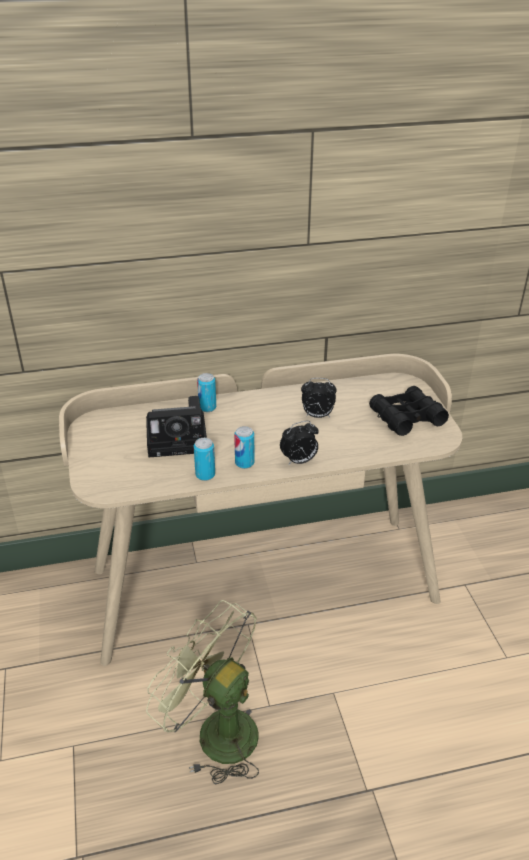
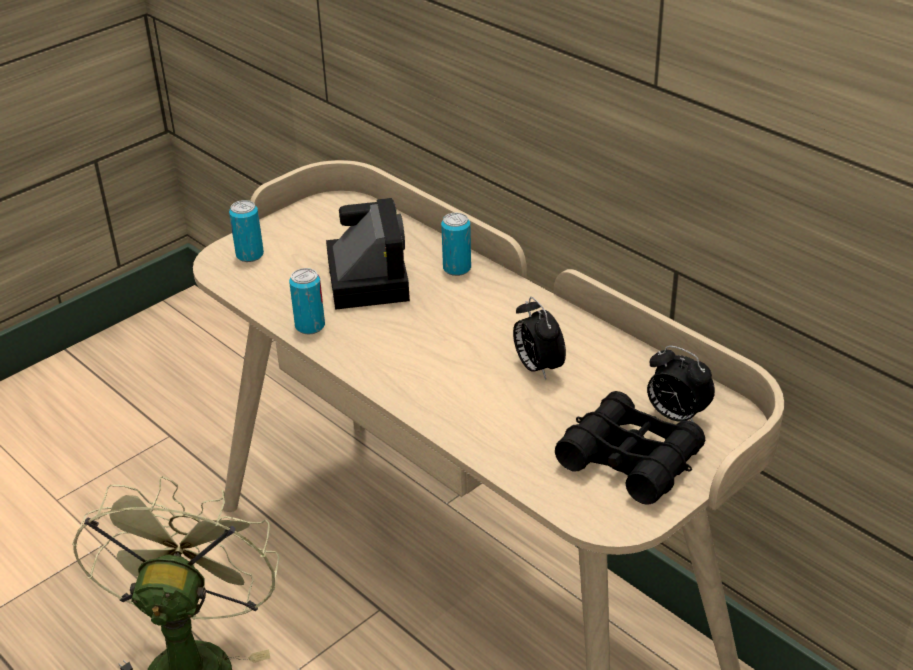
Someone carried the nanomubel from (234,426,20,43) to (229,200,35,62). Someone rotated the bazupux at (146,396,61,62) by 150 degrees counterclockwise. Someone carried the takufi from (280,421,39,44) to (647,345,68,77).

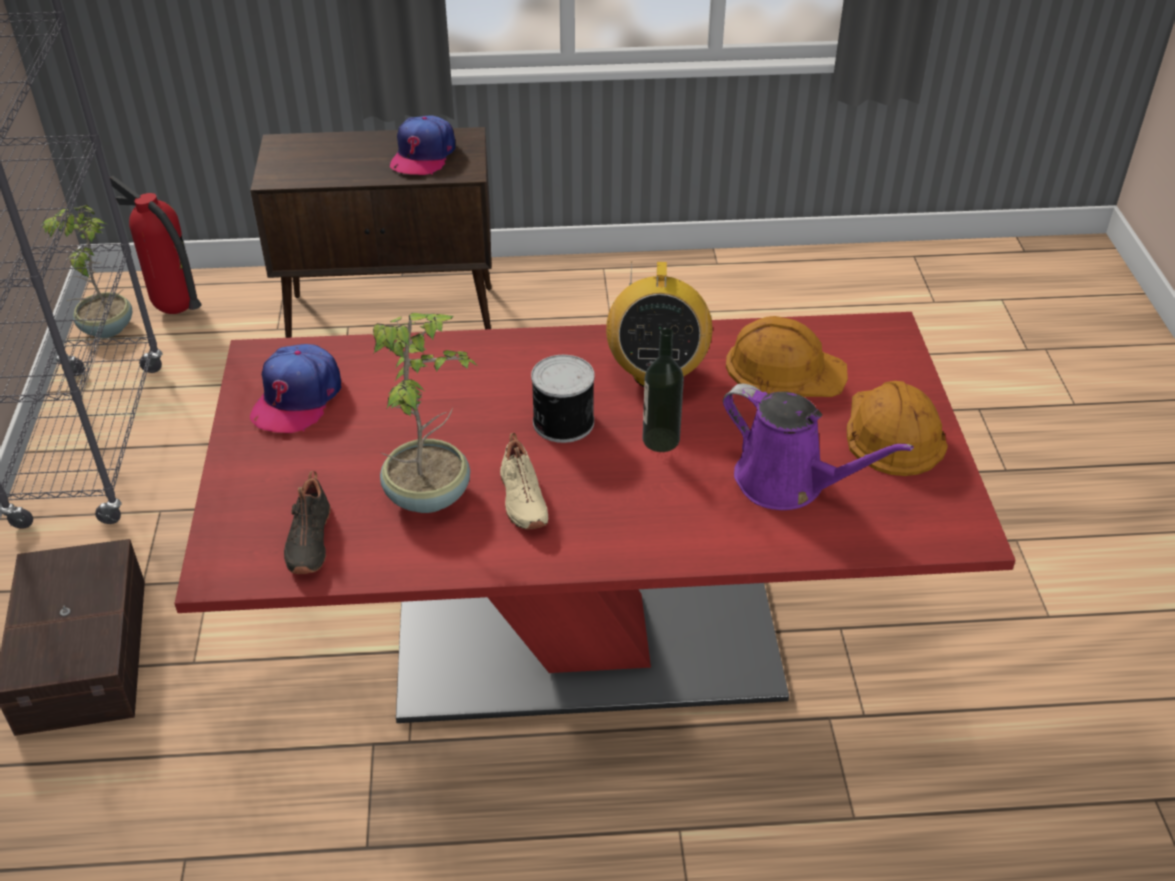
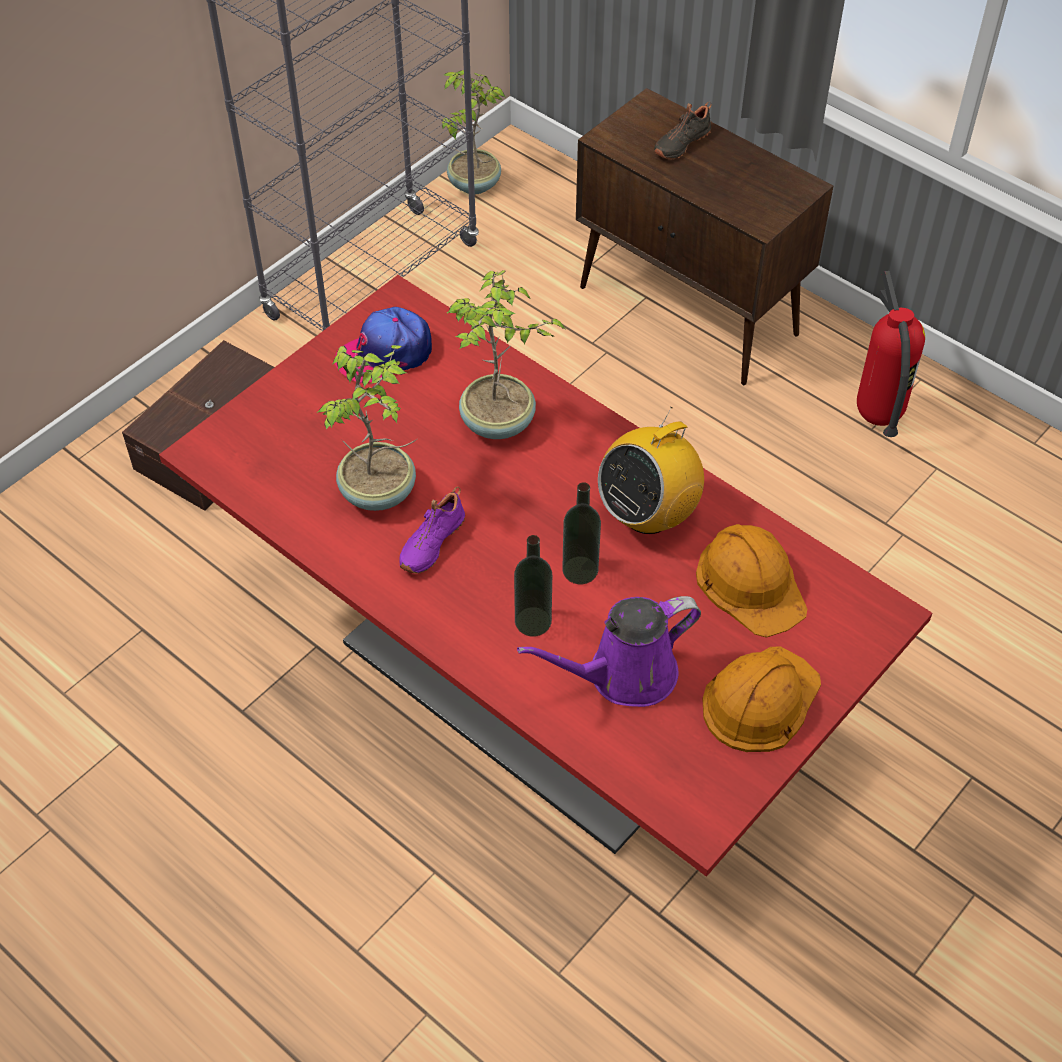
Someone repainted the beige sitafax at (500,433,48,96), which became the purple sitafax at (399,486,66,88). Someone put down the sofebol at (447,270,118,169). Someone put down the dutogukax at (514,535,38,102). Someone rotated the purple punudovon at (723,384,191,126) by 75 degrees clockwise. Someone carried the black sitafax from (284,471,47,103) to (654,102,57,58). Someone carried the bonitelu from (110,176,92,138) to (857,271,68,166). Someone took away the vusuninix at (390,115,65,60). Someone took away the nanomubel at (531,355,64,88).

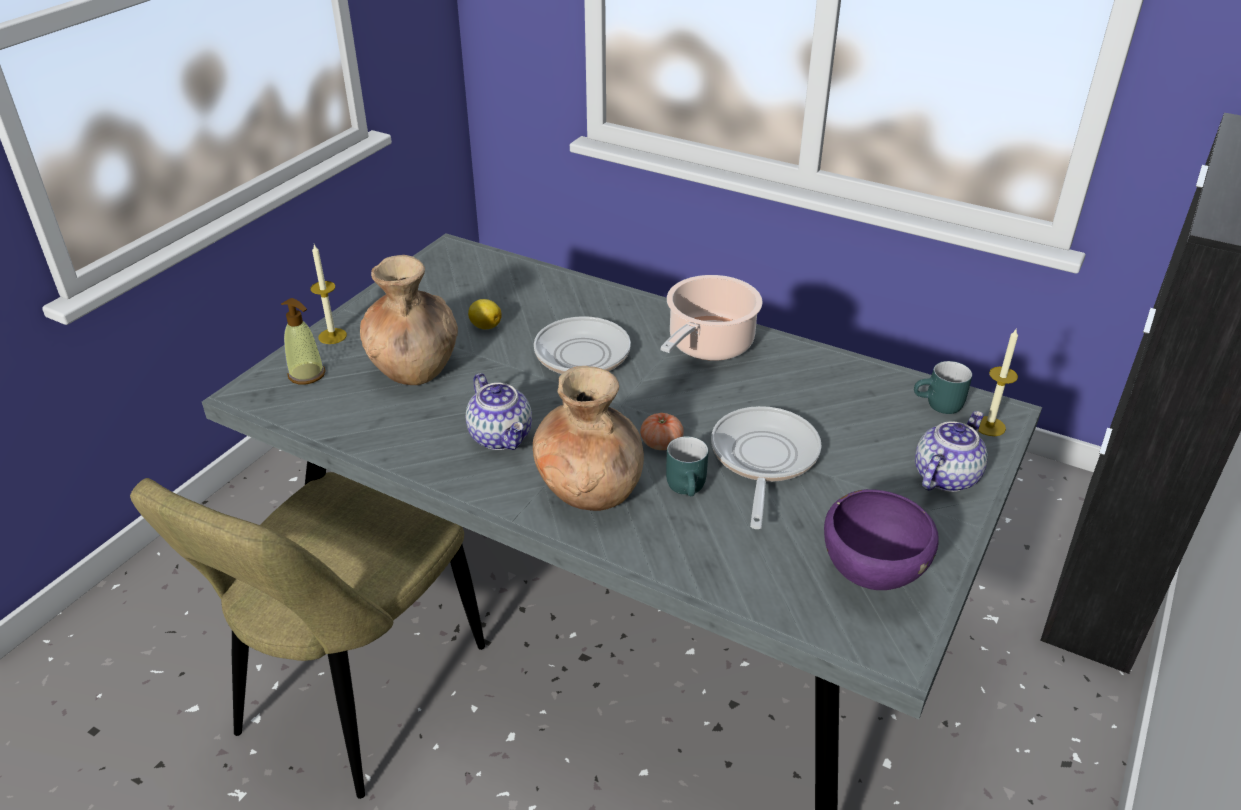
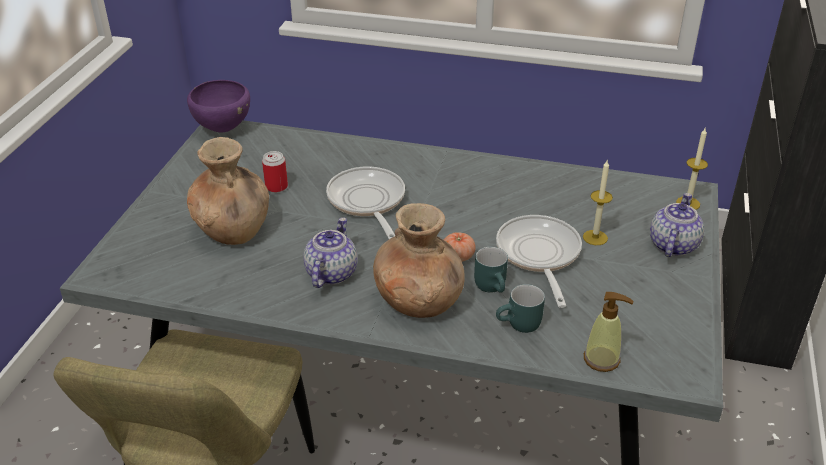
Someone carried the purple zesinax from (824,489,115,101) to (187,80,63,53). Someone swapped the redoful at (468,299,34,30) for the nanomubel at (262,151,26,42). Someone rotated the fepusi at (466,373,66,77) by 120 degrees counterclockwise. Someone carried the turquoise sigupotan from (914,361,58,53) to (496,284,49,49). Someone carried the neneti from (310,244,37,100) to (583,161,30,84). Someone carried the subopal from (281,298,45,86) to (584,292,49,80). Someone took away the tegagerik at (661,275,102,86).

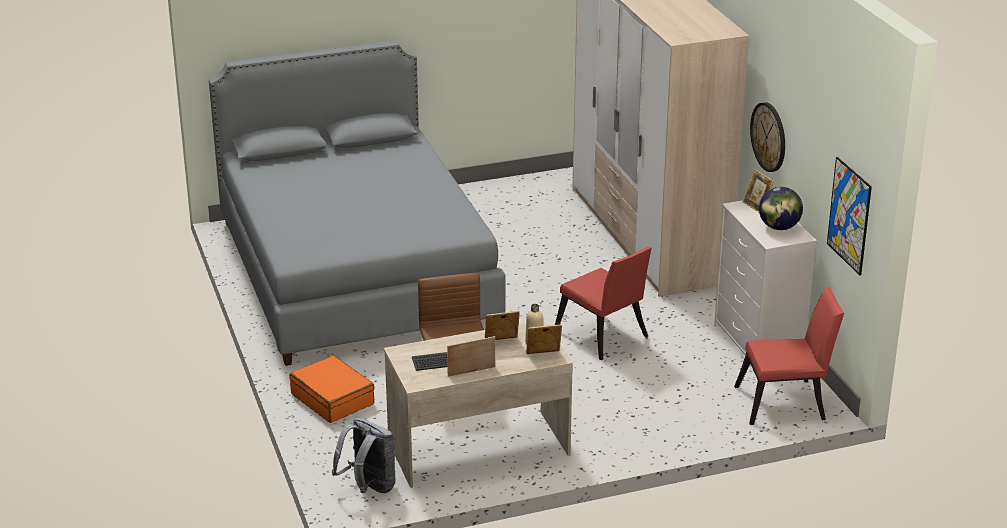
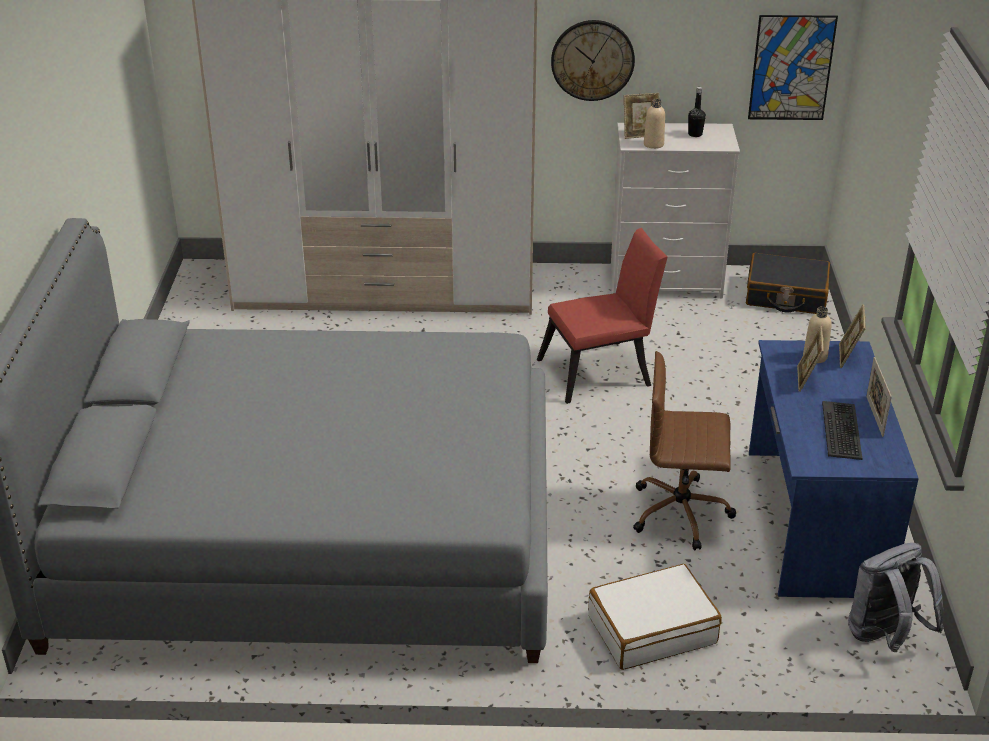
Someone repainted the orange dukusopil at (289,355,86,68), which became the white dukusopil at (588,564,134,106). Someone put down the beige dutogukax at (644,99,21,50). Someone swapped the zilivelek at (759,187,44,43) for the black dutogukax at (688,87,18,50). Someone swapped the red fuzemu at (734,287,110,138) for the black dukusopil at (746,253,84,61). Someone repainted the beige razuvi at (384,320,189,168), which became the blue razuvi at (749,340,170,258).

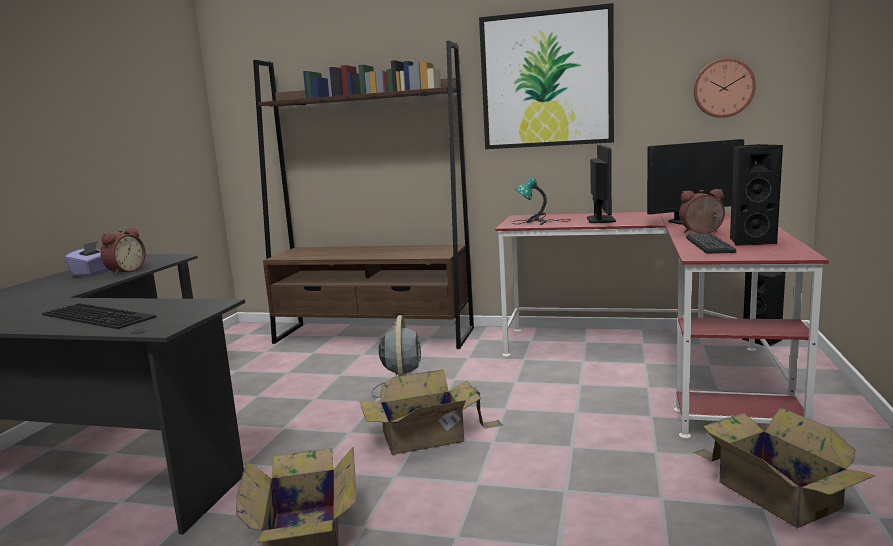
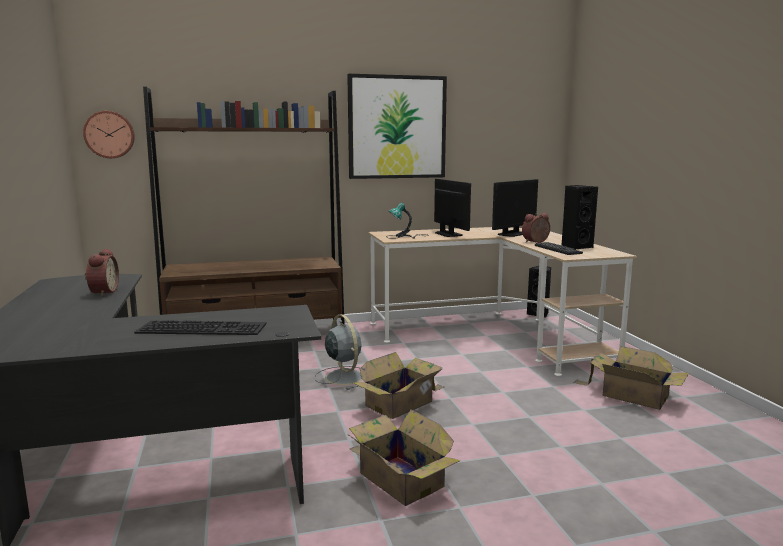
Someone carried the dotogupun from (693,58,63,60) to (83,111,52,47). Someone repainted the red razuvi at (495,212,334,227), which became the beige razuvi at (368,227,269,149). Someone took away the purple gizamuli at (65,241,44,35).

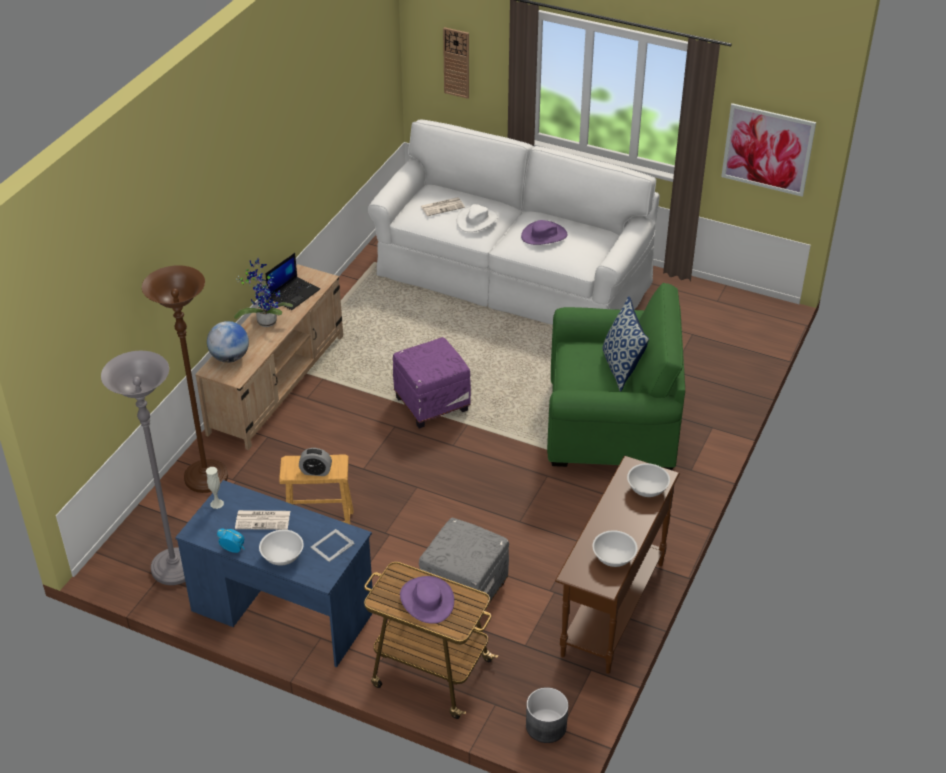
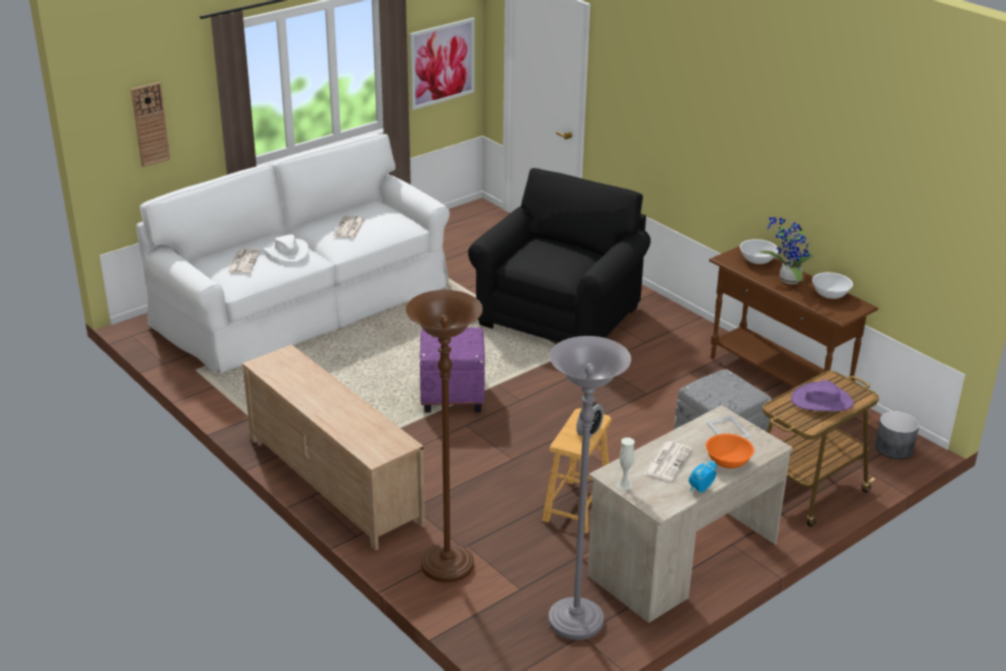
Someone swapped the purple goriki at (521,220,46,25) for the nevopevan at (333,215,32,23). Someone repainted the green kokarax at (547,283,138,187), which became the black kokarax at (468,168,183,175). Someone repainted the blue razuvi at (175,480,198,187), which became the beige razuvi at (587,405,206,218). Someone repainted the white zesinax at (259,530,45,36), which became the orange zesinax at (706,434,48,34). Someone carried the sofebol from (234,259,59,68) to (760,217,53,67). Someone took away the zilivelek at (207,321,42,42). Someone took away the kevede at (266,253,54,57). Someone took away the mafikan at (602,296,47,96).

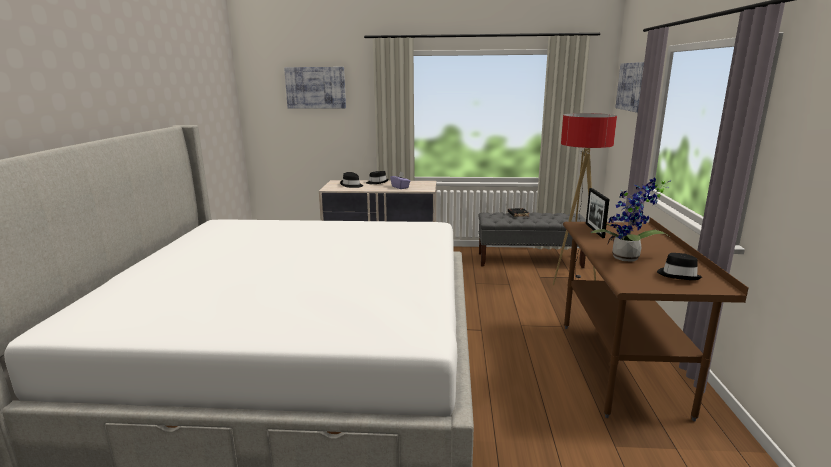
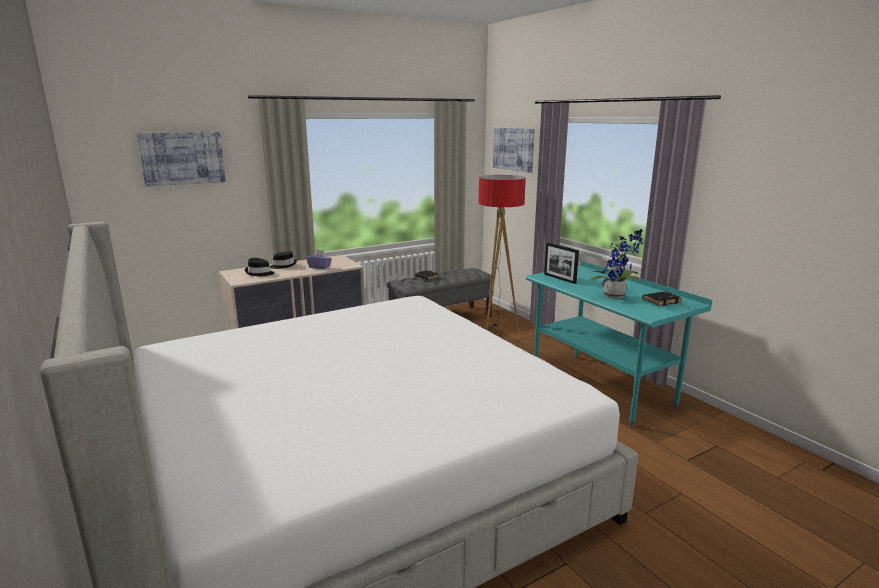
Someone repainted the brown razuvi at (563,217,186,204), which became the turquoise razuvi at (526,261,186,165). Someone swapped the black goriki at (657,253,45,27) for the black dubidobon at (642,291,40,15).

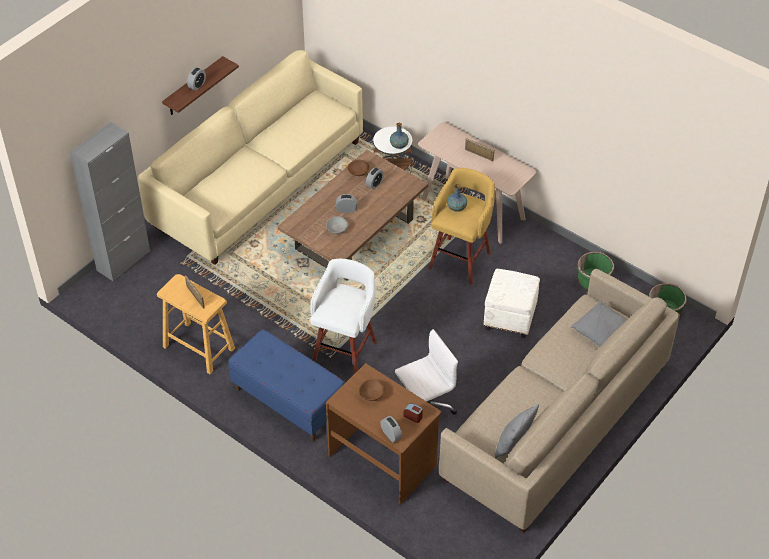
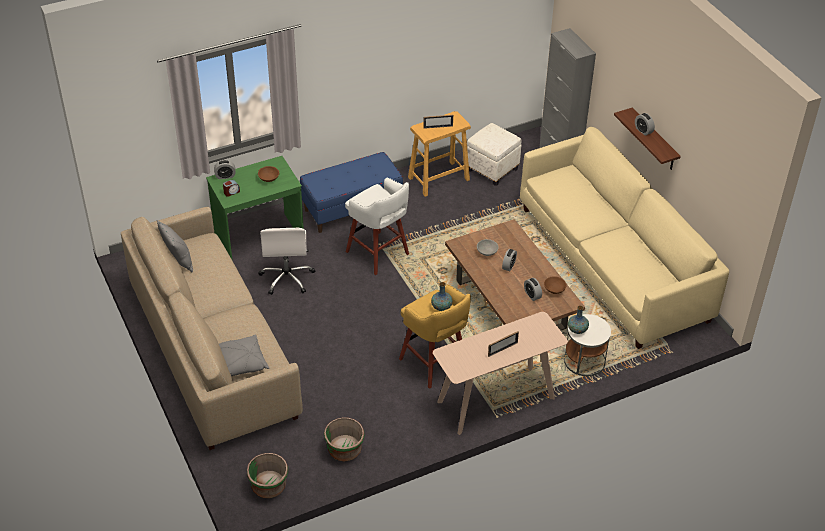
Someone repainted the brown razuvi at (326,363,116,142), which became the green razuvi at (206,156,98,105). Someone carried the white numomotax from (483,269,57,69) to (467,123,55,63).

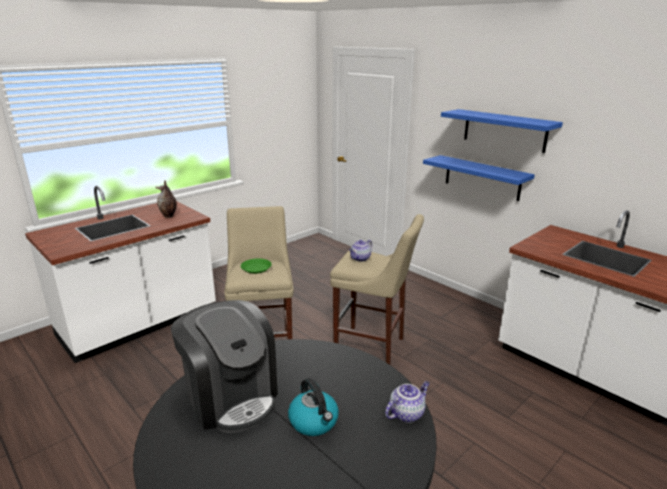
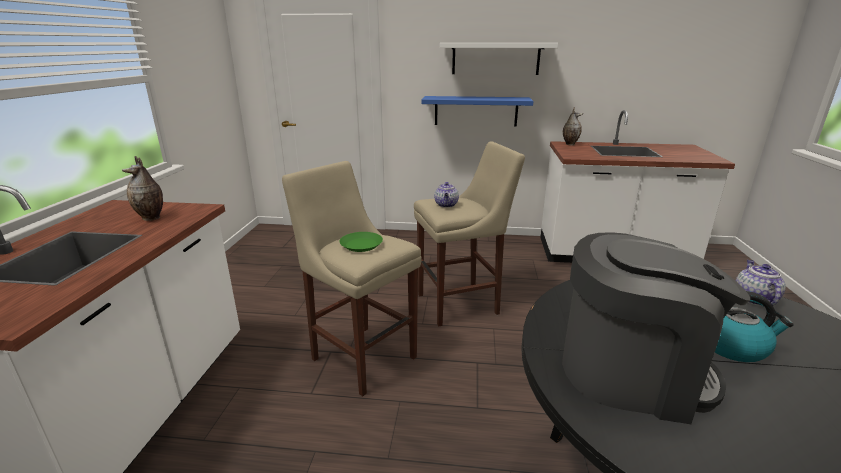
Someone repainted the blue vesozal at (441,109,122,44), which became the white vesozal at (440,43,118,32). Someone put down the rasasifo at (563,107,20,39).

